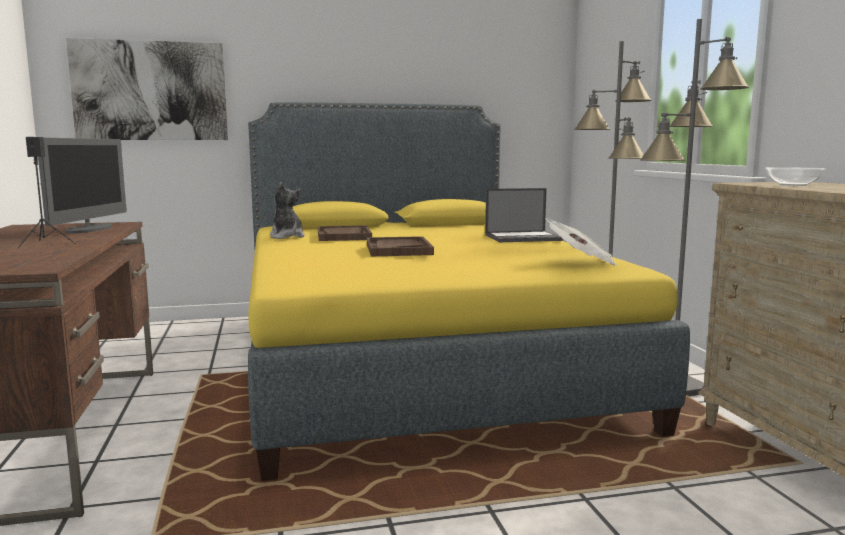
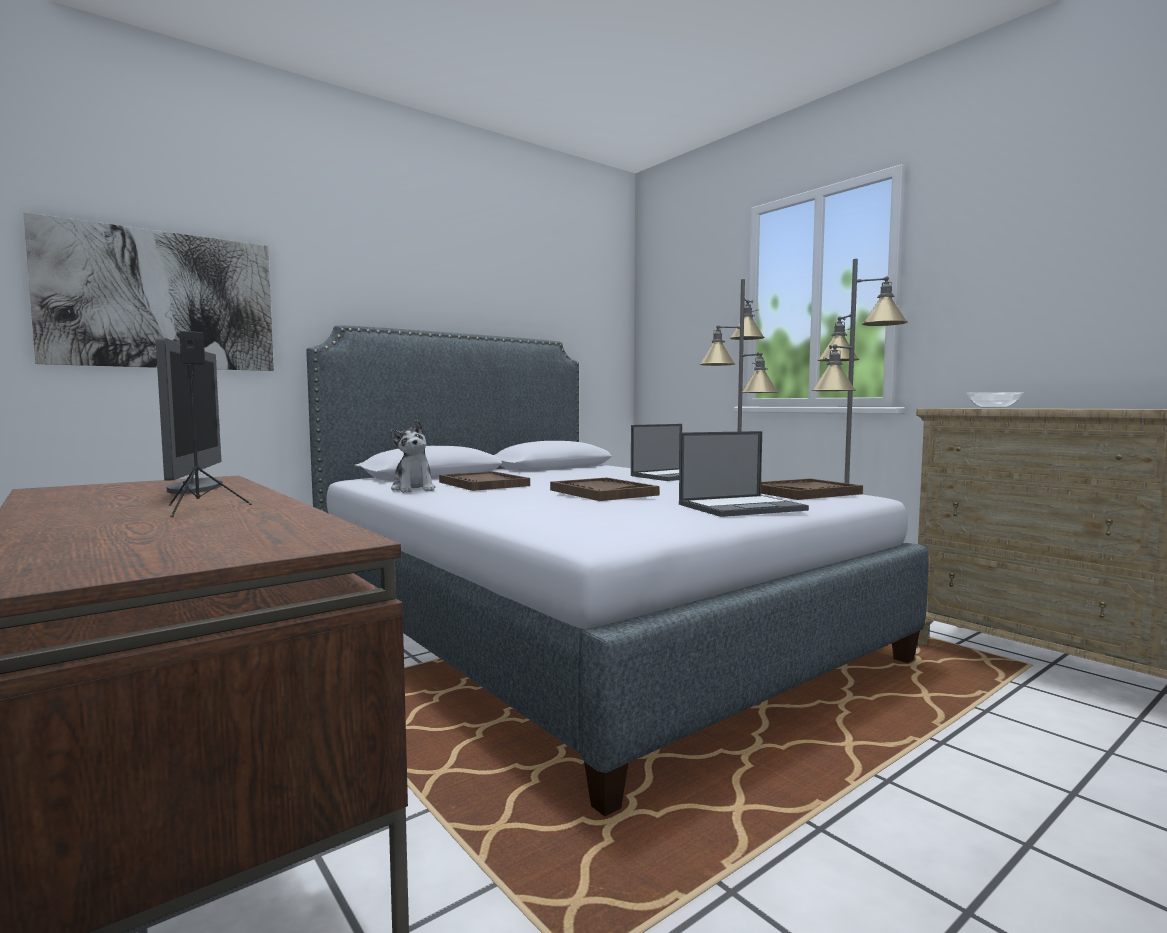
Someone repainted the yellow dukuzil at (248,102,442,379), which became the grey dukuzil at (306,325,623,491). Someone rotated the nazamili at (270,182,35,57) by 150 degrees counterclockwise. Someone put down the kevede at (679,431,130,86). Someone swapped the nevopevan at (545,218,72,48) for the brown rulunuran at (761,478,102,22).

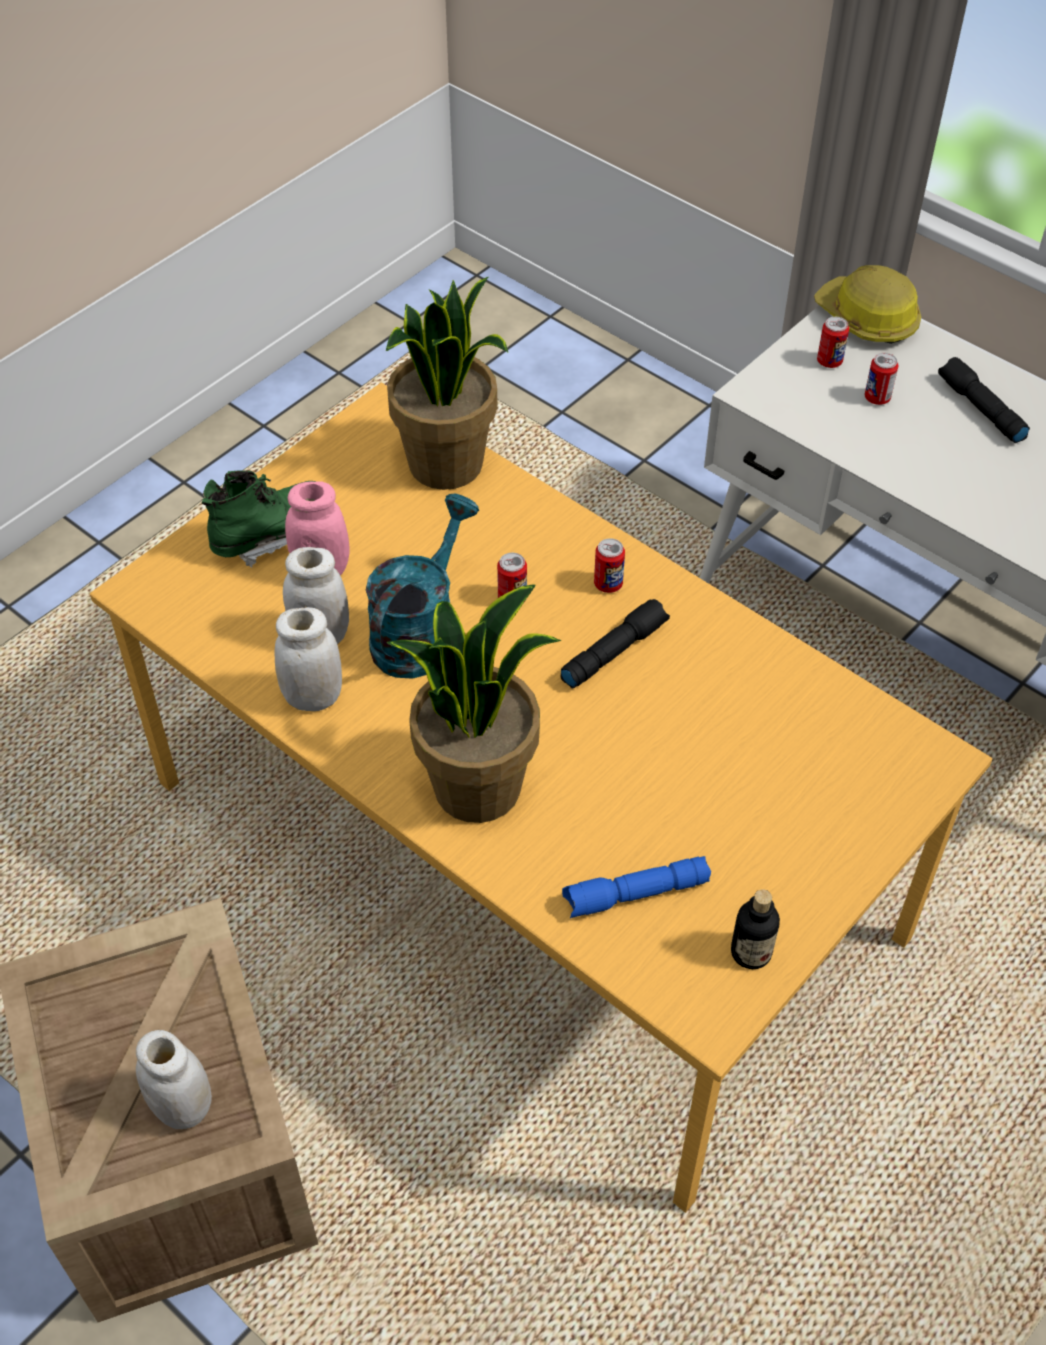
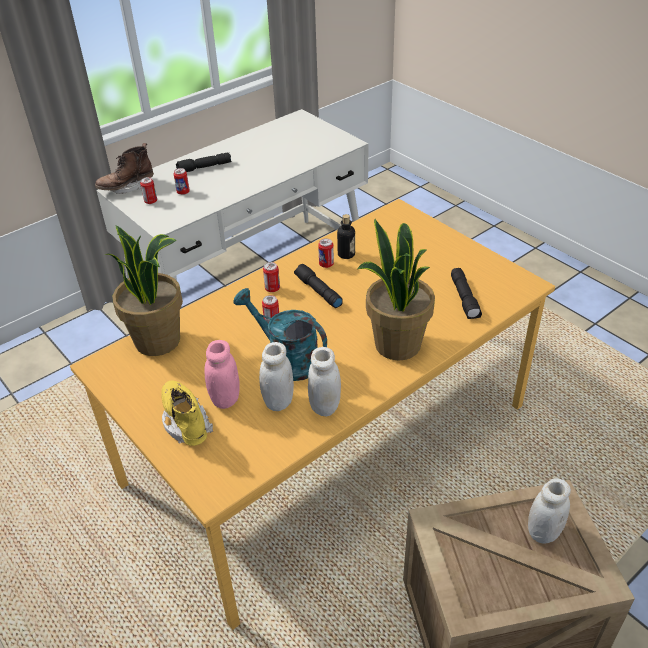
Someone swapped the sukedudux at (814,265,107,79) for the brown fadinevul at (95,143,59,51). Someone repainted the green fadinevul at (202,470,115,98), which became the yellow fadinevul at (161,380,52,66). Someone put down the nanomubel at (318,238,16,30). Someone carried the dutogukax from (731,889,49,80) to (337,214,18,45). Someone repainted the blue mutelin at (562,856,149,62), which became the black mutelin at (451,268,31,51).

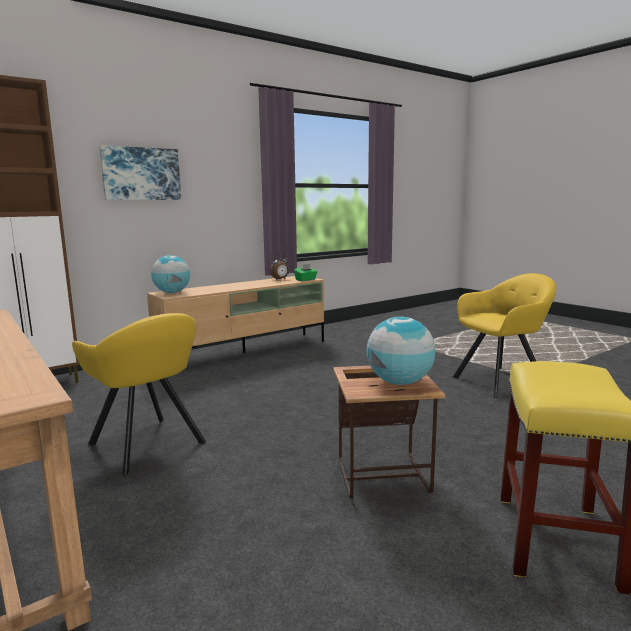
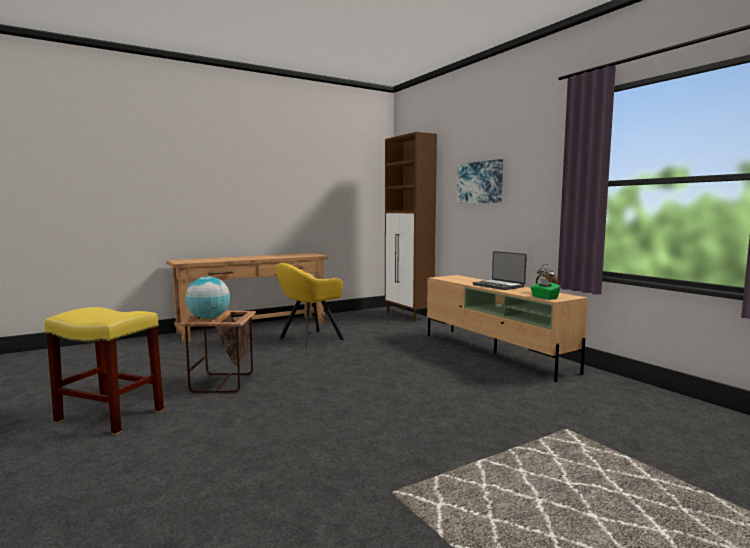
Someone put down the kevede at (473,251,54,39). Someone took away the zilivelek at (151,255,39,38). Someone took away the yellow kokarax at (452,273,104,125).

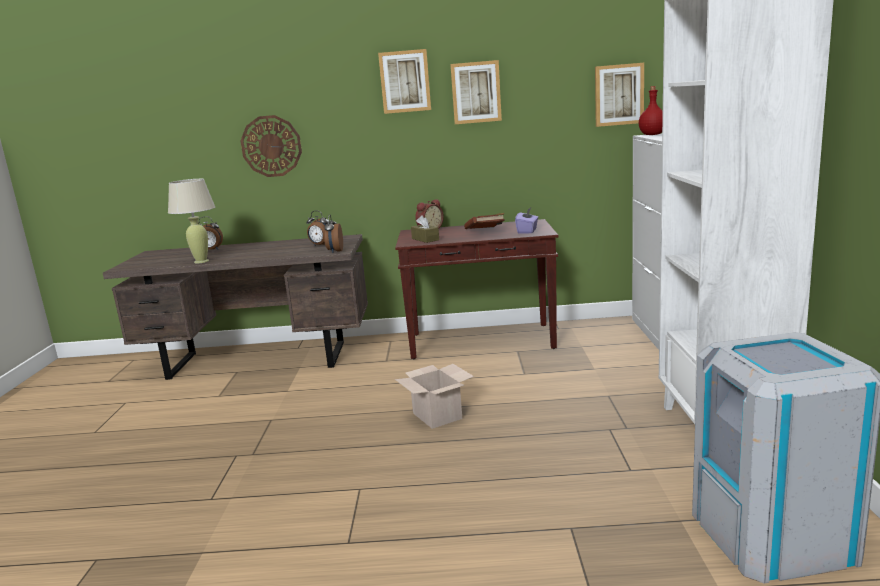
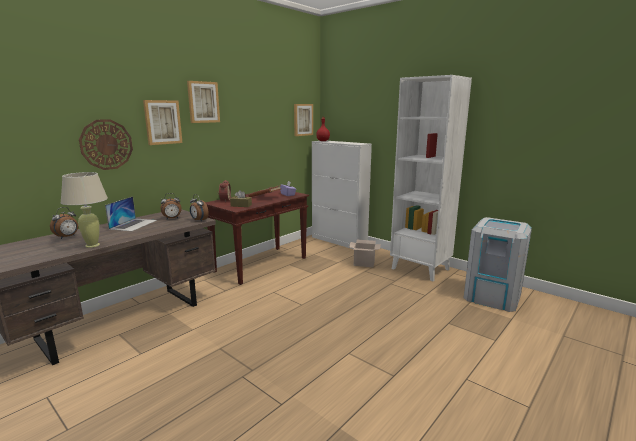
Someone put down the kevede at (105,196,52,36). Someone carried the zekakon from (450,60,52,64) to (143,100,40,45). Someone carried the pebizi from (395,364,79,65) to (349,240,32,27).

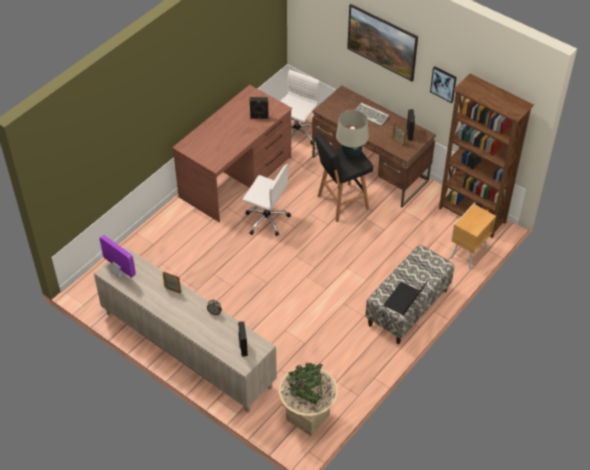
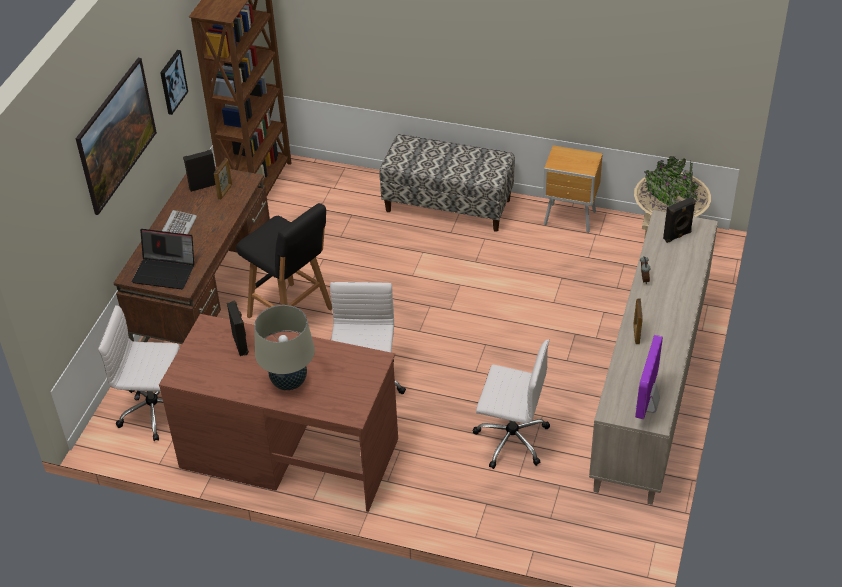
Someone carried the kevede from (384,280,44,35) to (132,229,62,60). Someone carried the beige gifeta from (336,110,33,48) to (254,305,61,85). Someone put down the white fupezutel at (473,339,77,130). Someone carried the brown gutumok from (450,204,46,65) to (543,145,60,88).

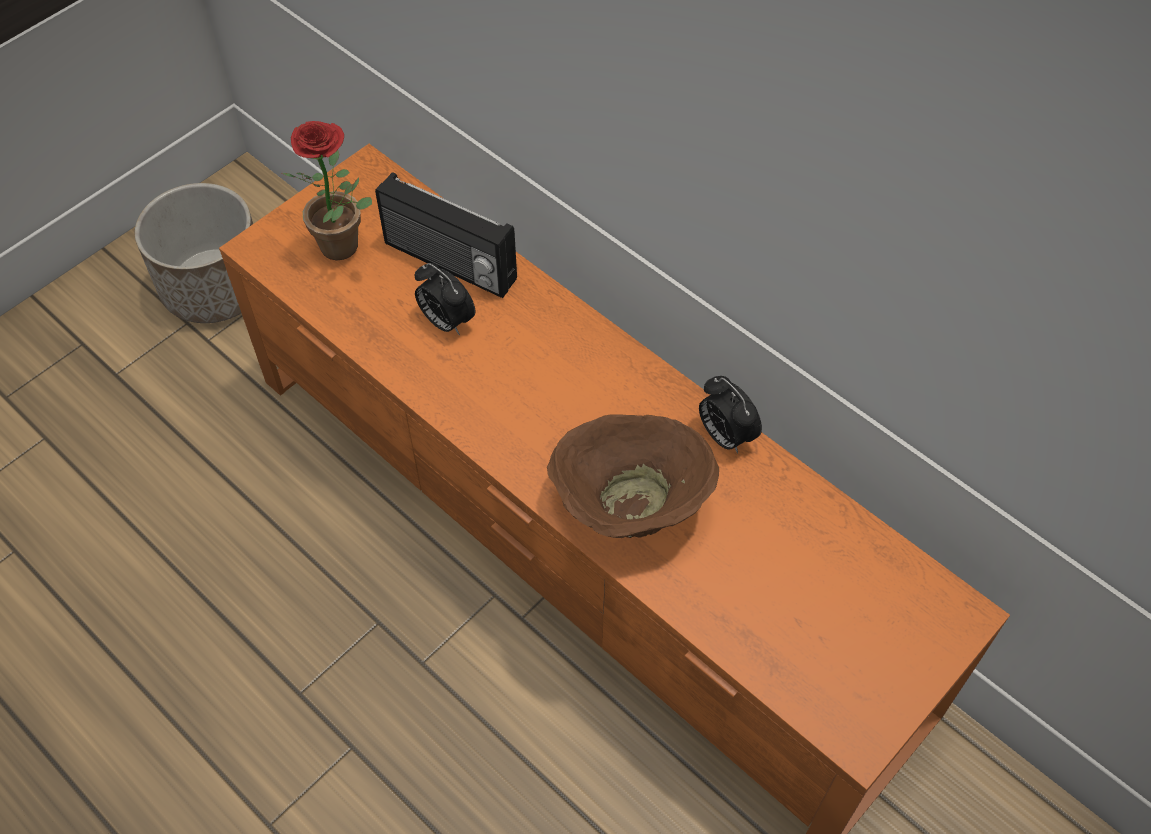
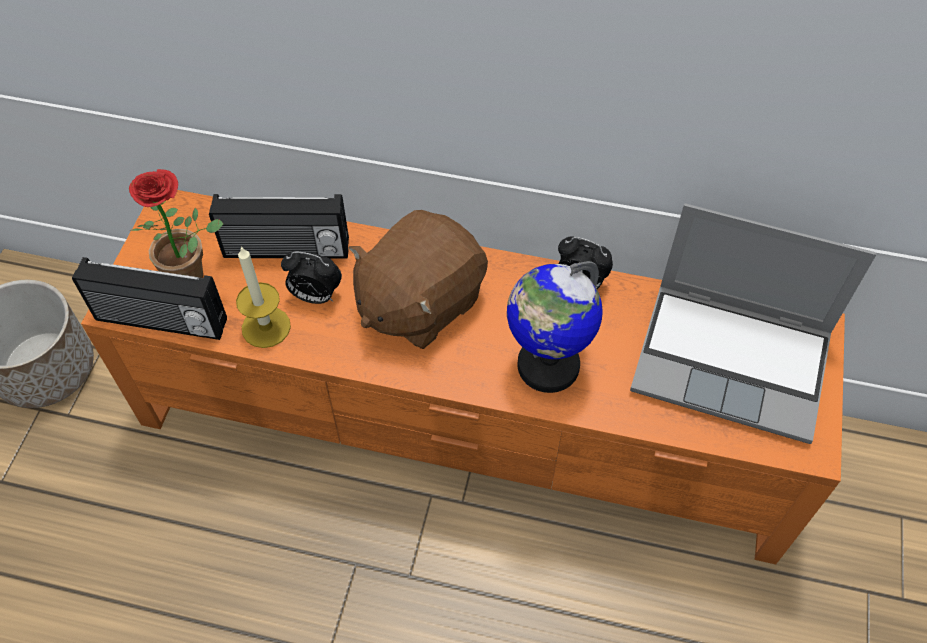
Someone put down the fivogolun at (72,257,155,83). Someone put down the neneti at (236,246,55,102). Someone put down the brown nazamili at (349,210,139,139). Someone swapped the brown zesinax at (547,415,172,123) for the zilivelek at (507,261,96,132). Someone put down the kevede at (630,203,247,241).

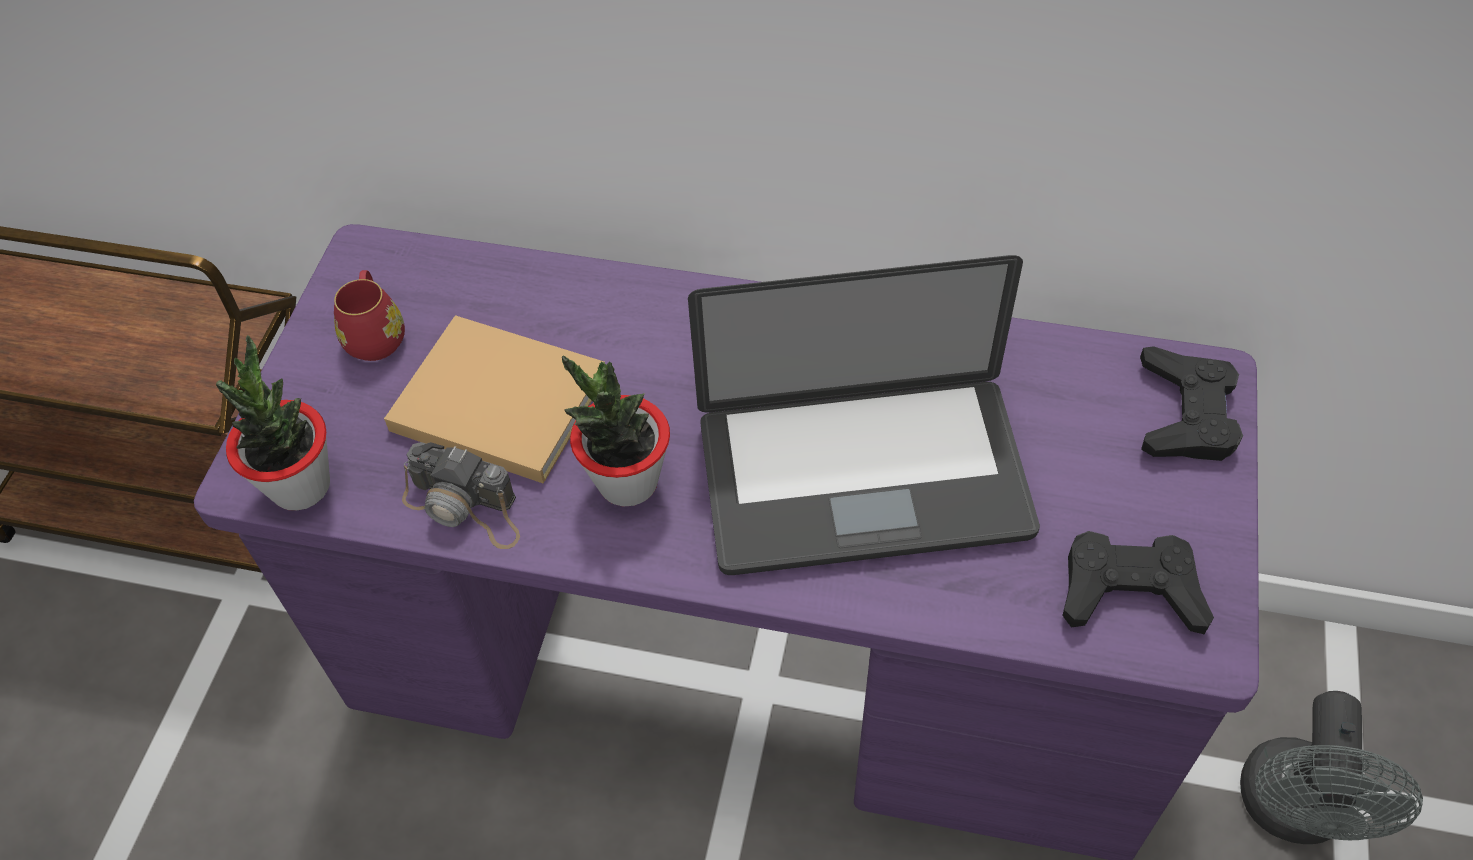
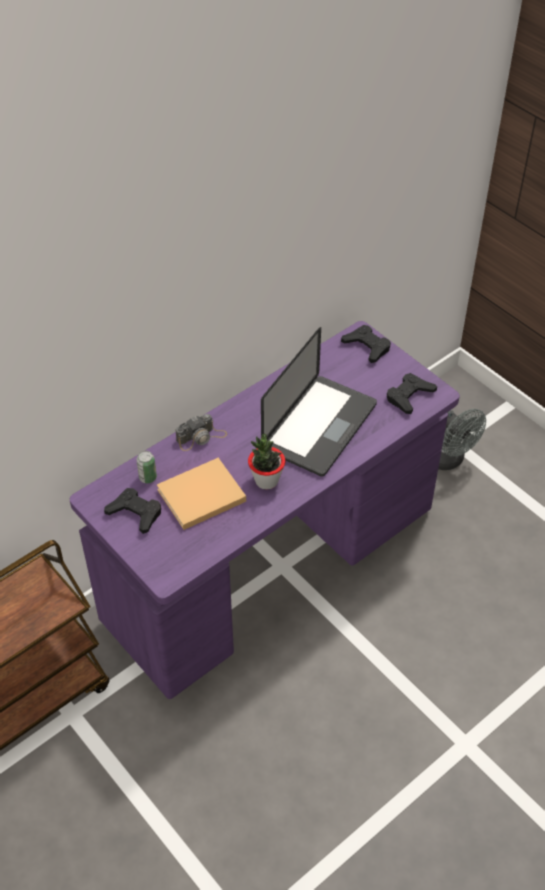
Someone swapped the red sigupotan at (334,270,71,91) for the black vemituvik at (104,488,57,46). Someone put down the nanomubel at (136,451,21,32). Someone carried the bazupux from (402,442,118,107) to (176,414,51,37). Someone took away the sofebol at (216,335,114,176).

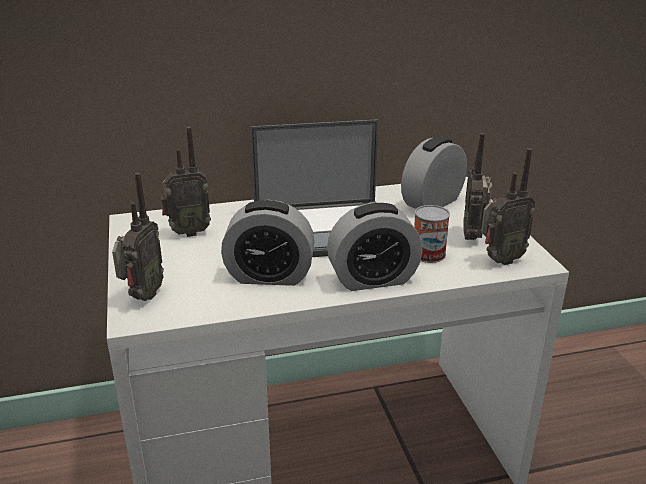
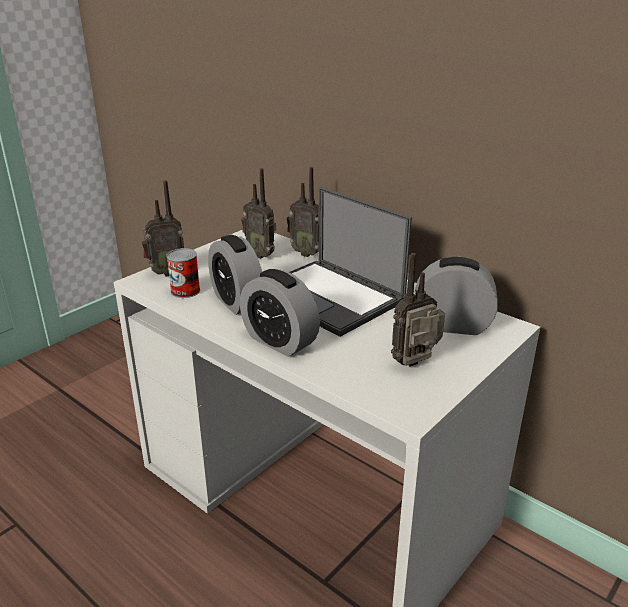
Someone carried the nanomubel from (414,205,36,58) to (166,248,34,50). Someone carried the fivogolun from (481,148,54,117) to (287,167,32,90).

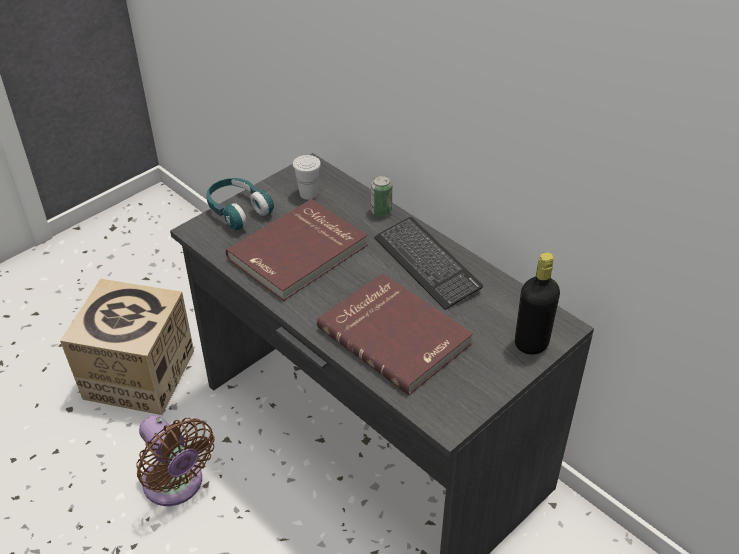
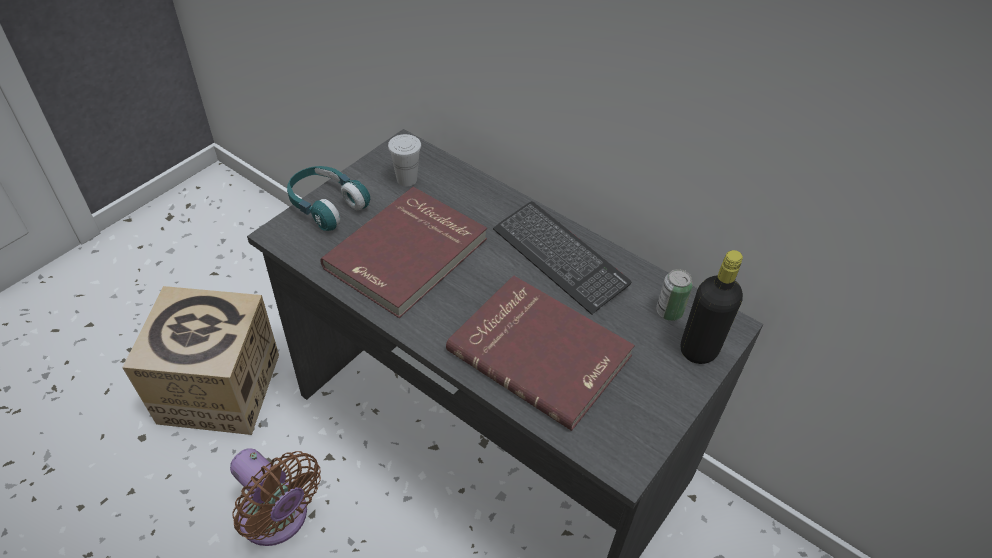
Someone carried the nanomubel from (371,175,21,42) to (656,269,37,52).

